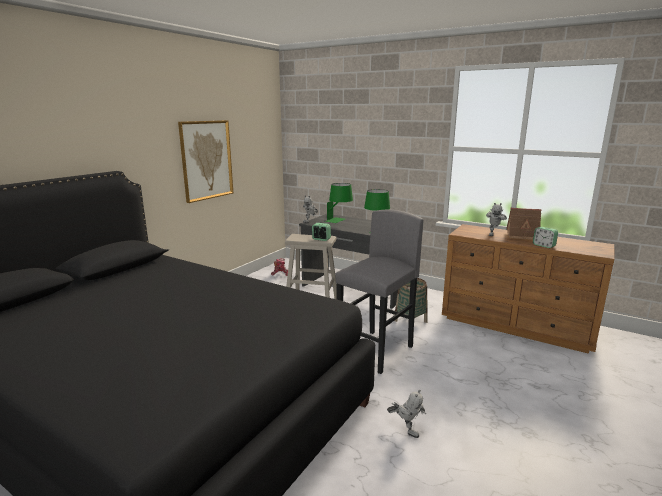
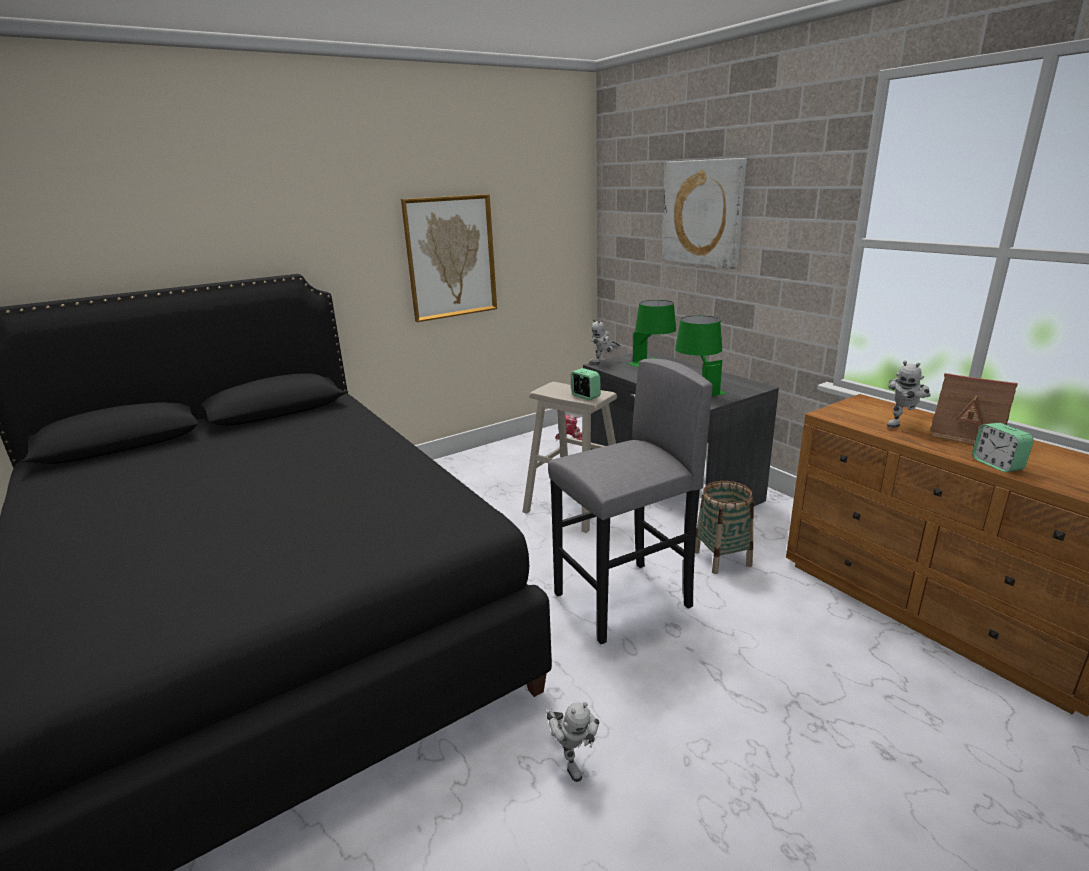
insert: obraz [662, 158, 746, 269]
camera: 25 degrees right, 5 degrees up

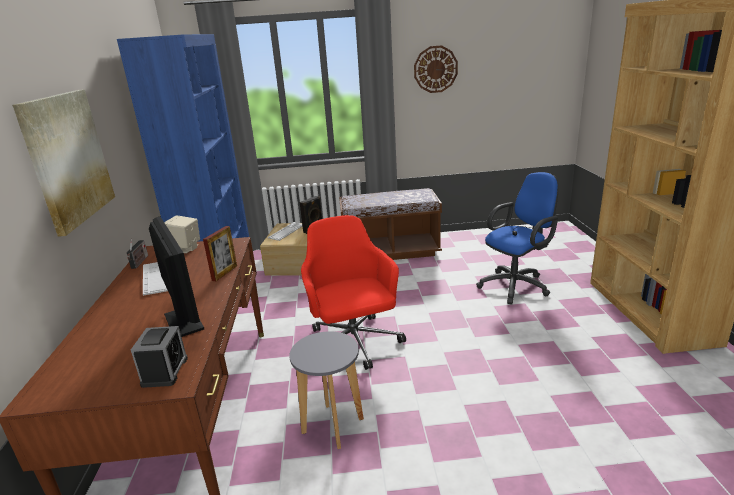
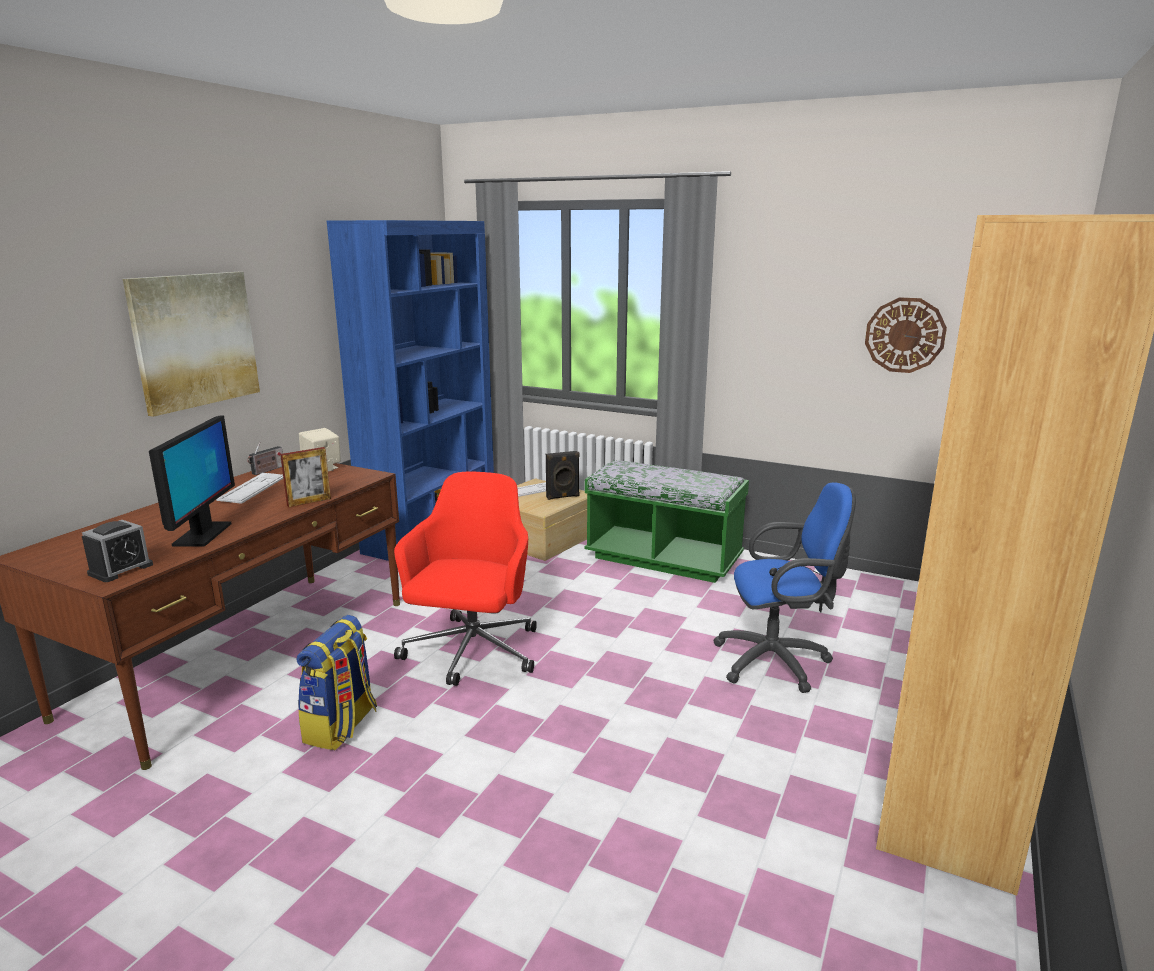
move: zegar ścienny [414, 45, 458, 93] to [865, 297, 947, 373]
replace: stołek/szary [289, 331, 364, 449] to plecak [297, 615, 377, 750]
recolor: ławka/brązowy [339, 188, 442, 260] to ławka/zielony [585, 460, 749, 583]
camera: 30 degrees right, 5 degrees down

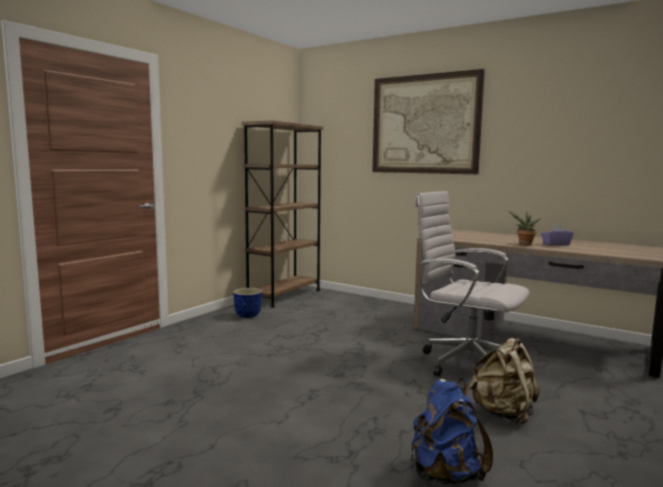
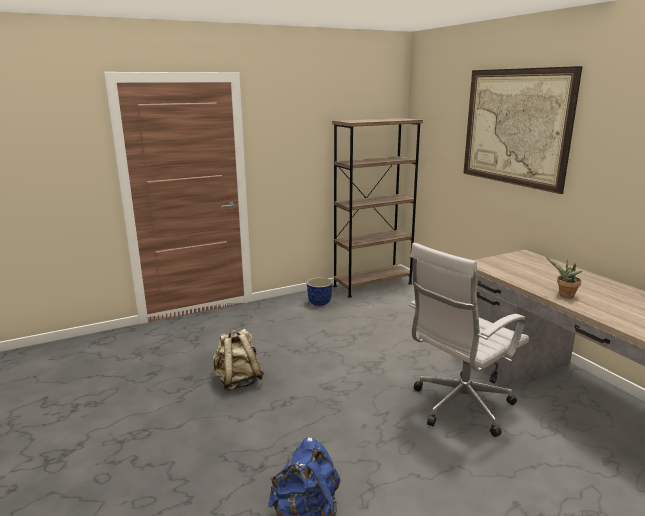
delete: pudełko chusteczek/fioletowy [541, 224, 574, 246]
move: plecak/beżowy [469, 338, 540, 425] to [212, 329, 264, 391]
rotate: krzesło biurowe/biały [415, 191, 530, 377] = [409, 243, 529, 437] 105 degrees counterclockwise
camera: 30 degrees right, 10 degrees up

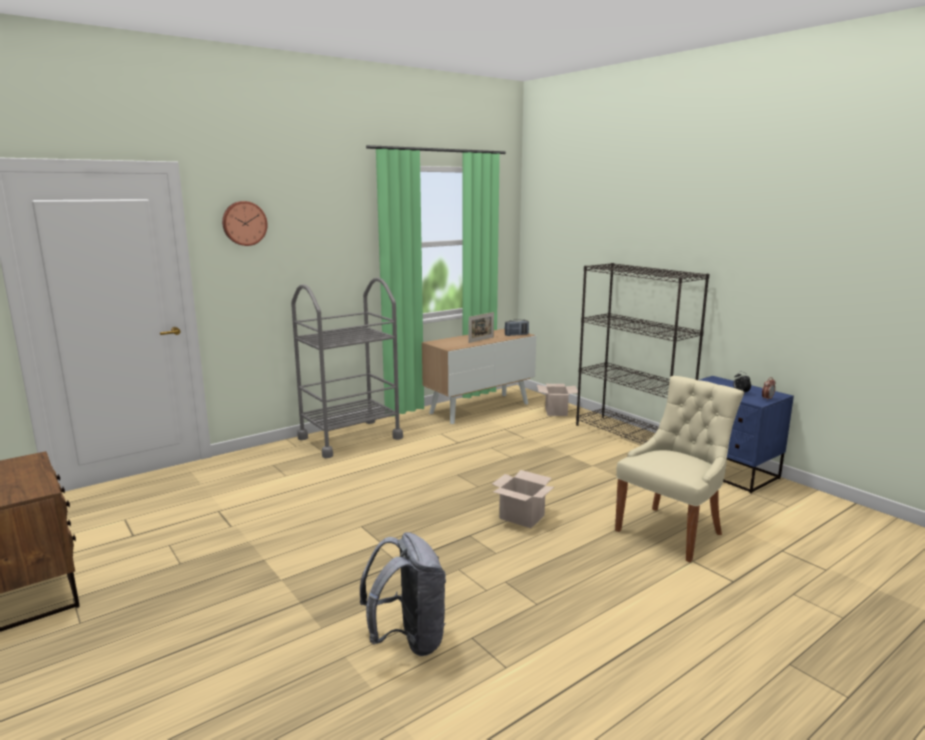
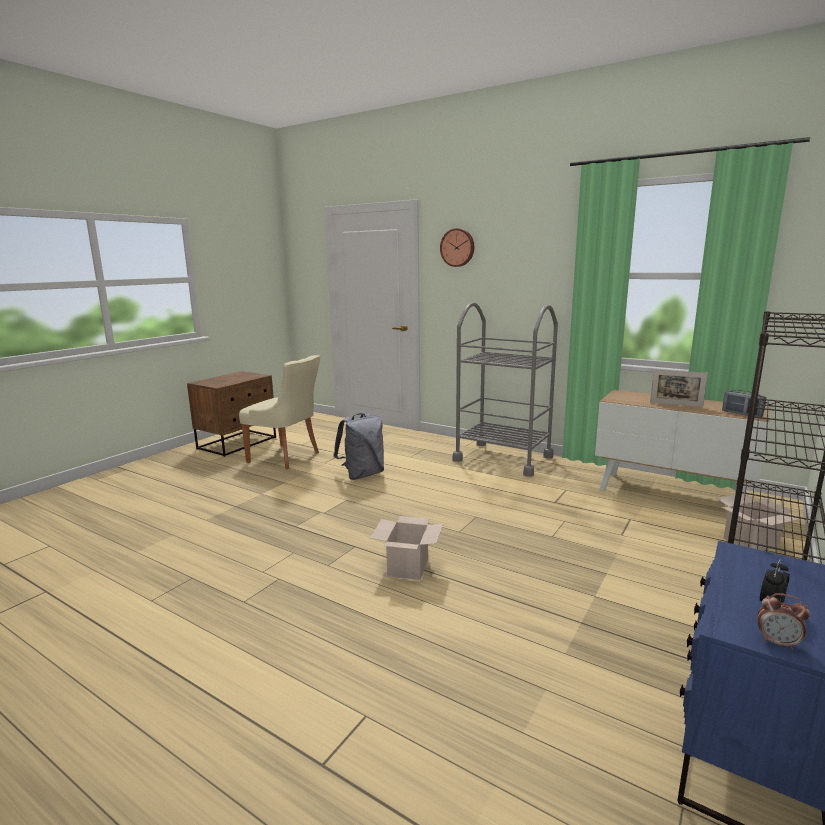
move: krzesło/beżowy [615, 376, 744, 562] to [239, 355, 320, 469]; plecak/szary [360, 532, 446, 656] to [333, 413, 384, 480]
camera: 70 degrees right, 0 degrees up

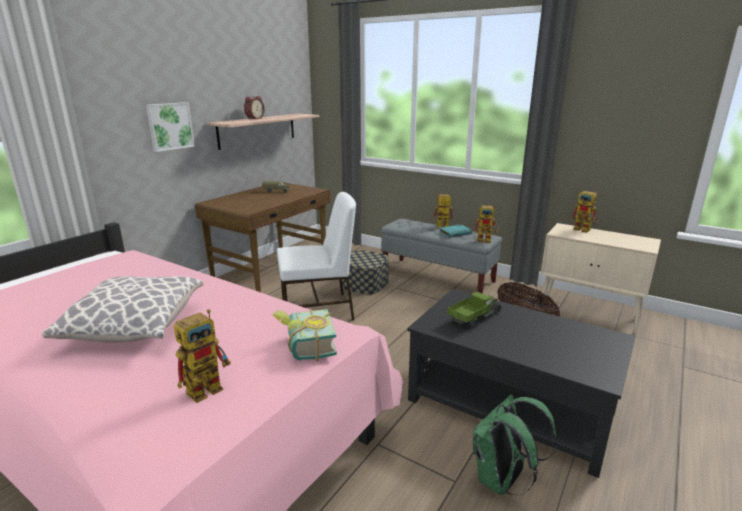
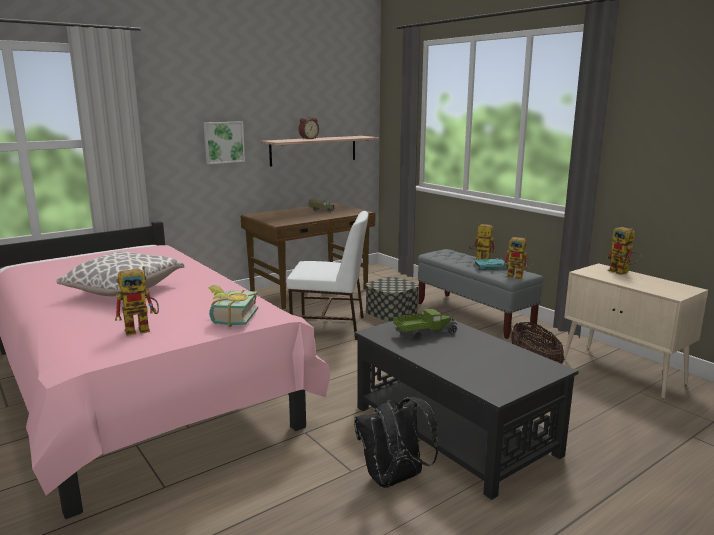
recolor: plecak/zielony [473, 394, 557, 495] to plecak/czarny [354, 397, 438, 488]
camera: 20 degrees right, 5 degrees down

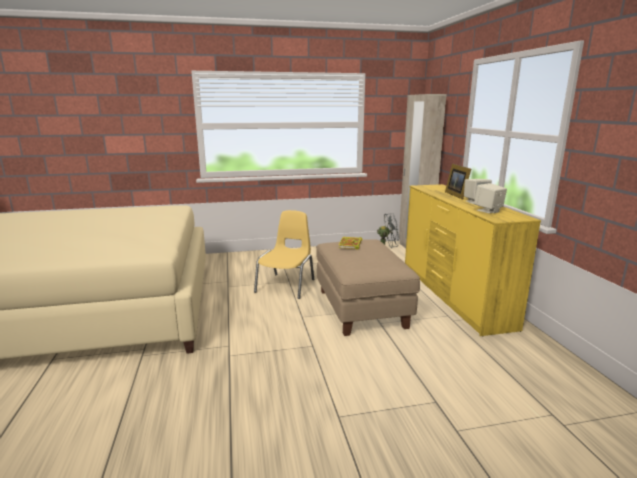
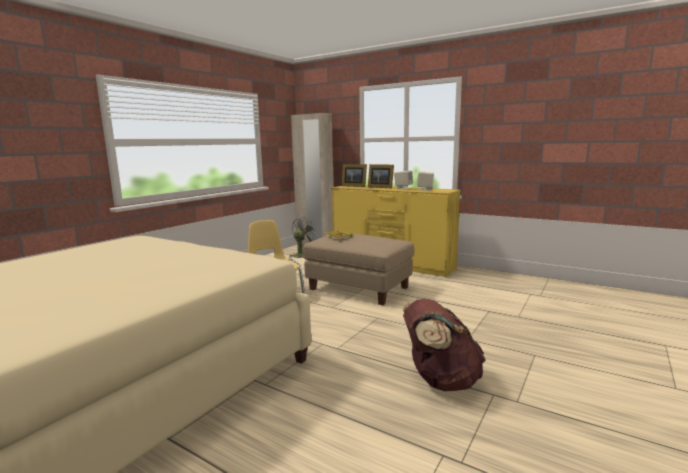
insert: ramka na zdjęcie [342, 164, 367, 187]; plecak/brązowy [403, 299, 486, 391]
camera: 45 degrees left, 5 degrees down

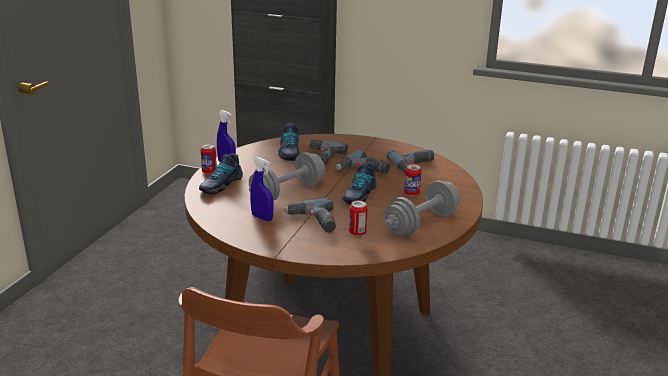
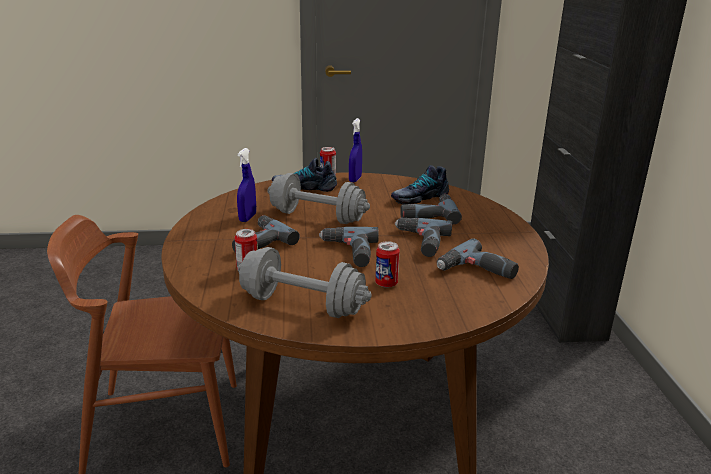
replace: but [342, 162, 377, 205] to wiertarka [319, 227, 379, 267]
camera: 65 degrees right, 0 degrees up

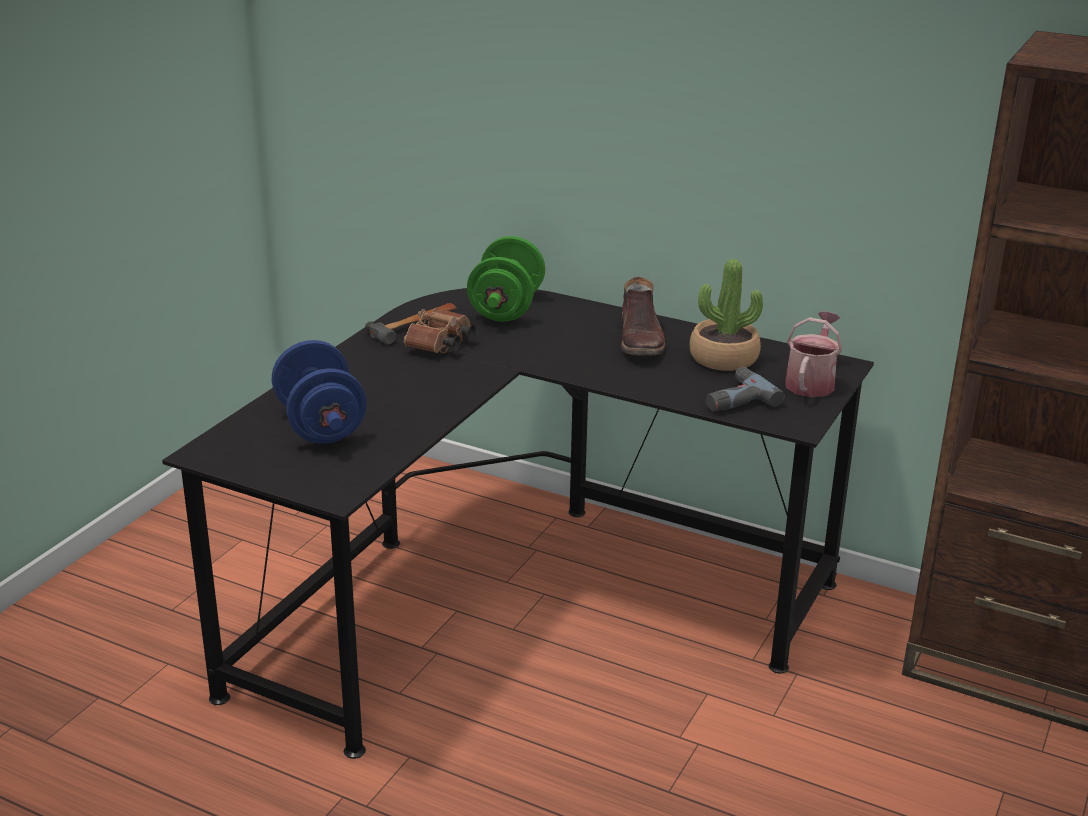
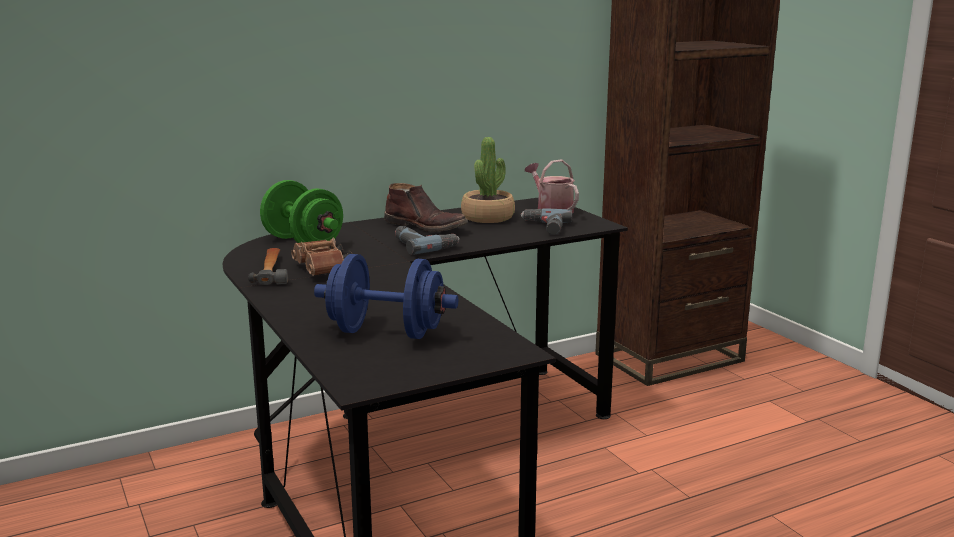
insert: wiertarka [395, 226, 460, 255]
camera: 55 degrees left, 10 degrees down

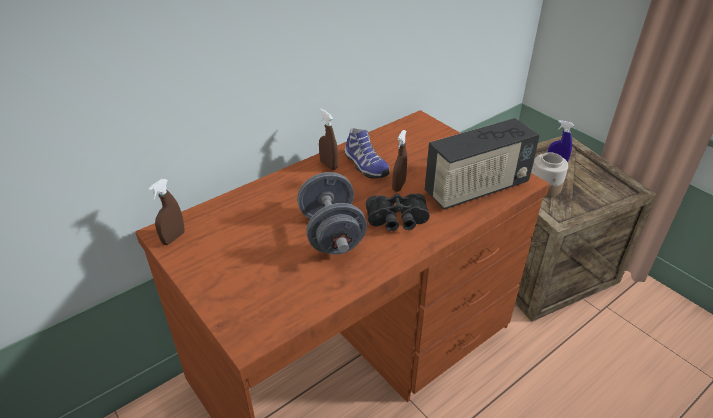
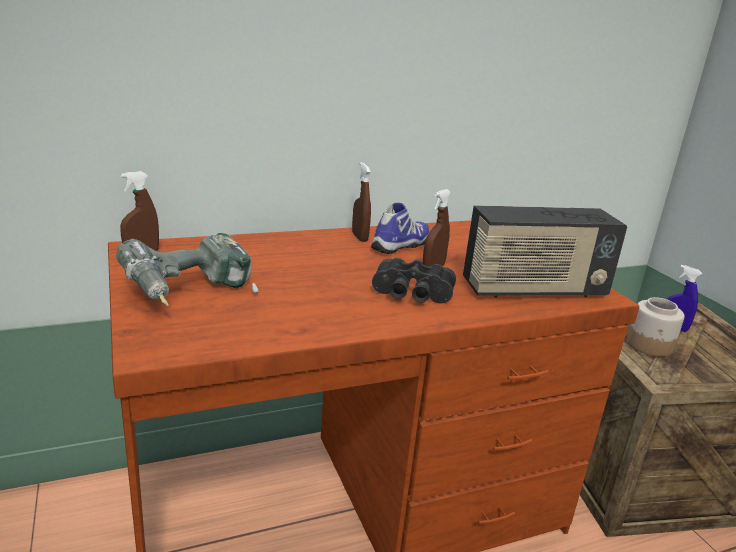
delete: hantel/szary [297, 172, 367, 254]
insert: wiertarka [116, 233, 259, 306]
rotate: but [345, 128, 390, 179] = [371, 203, 429, 254] 120 degrees counterclockwise
camera: 15 degrees right, 15 degrees down

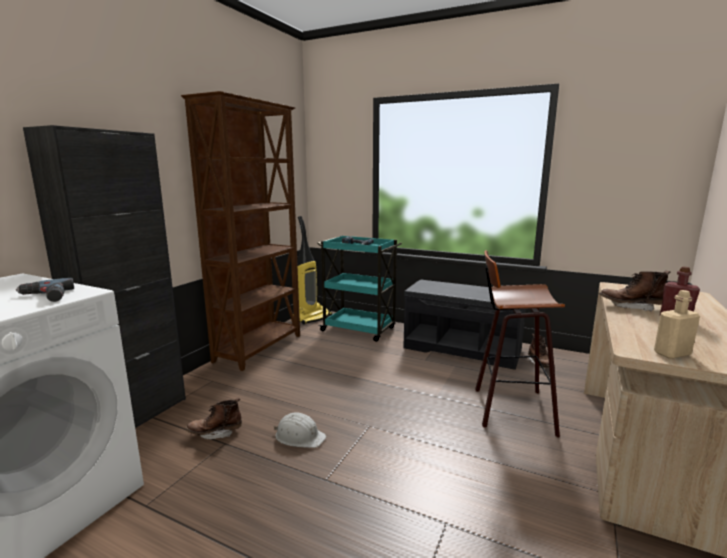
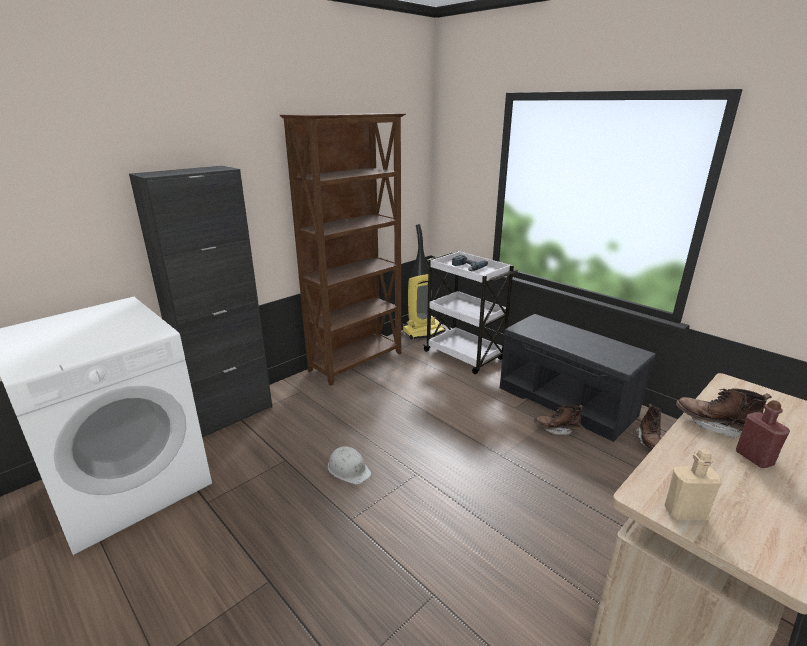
delete: wiertarka [16, 278, 74, 302]; stołek [475, 250, 565, 437]
move: but z cholewką/brązowy [186, 398, 242, 439] to [534, 404, 584, 435]
recolor: wózek/turkusowy [317, 236, 402, 342] to wózek/biały [422, 251, 518, 374]
camera: 20 degrees right, 10 degrees up

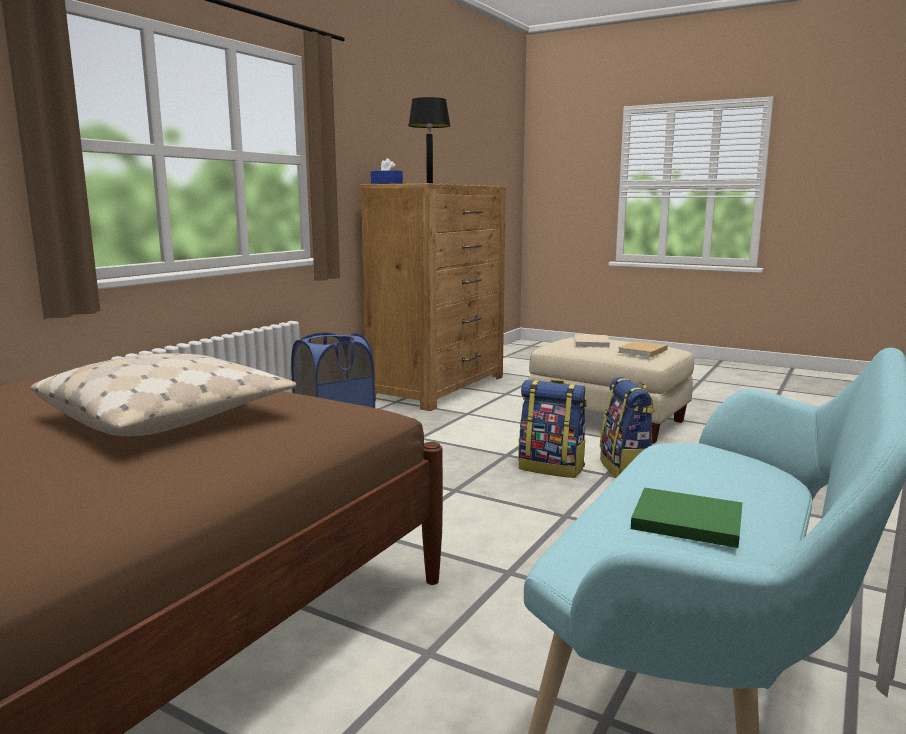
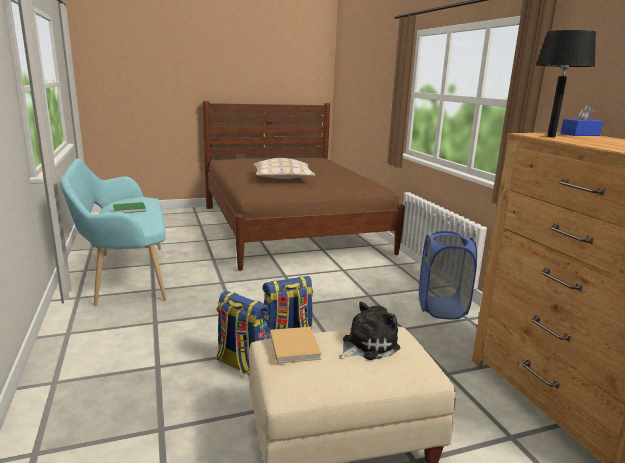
replace: książka/beżowy [574, 334, 610, 348] to pluszak [339, 302, 400, 360]
camera: 130 degrees right, 5 degrees up

